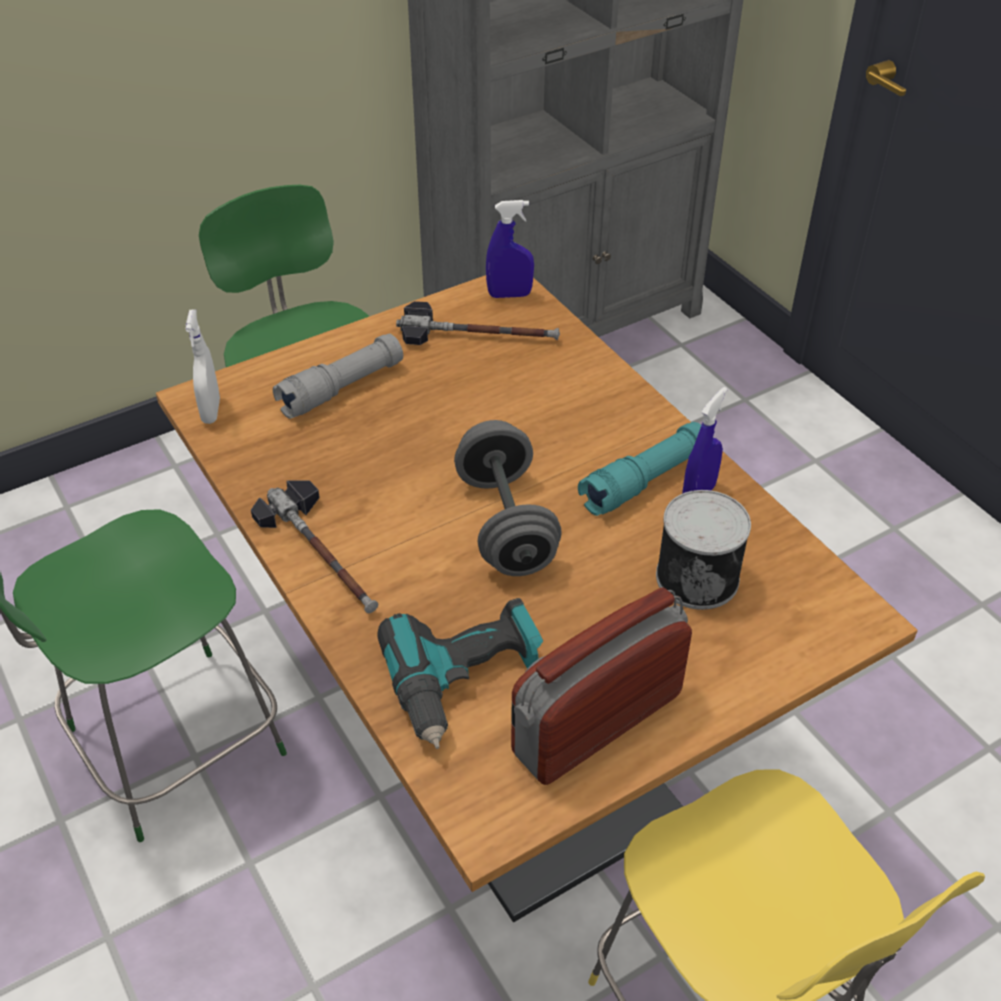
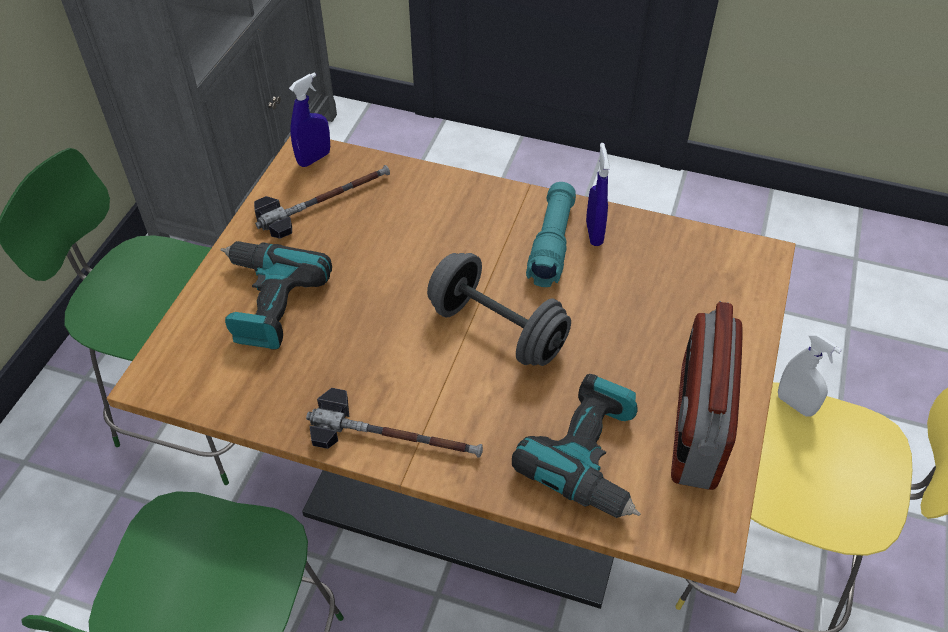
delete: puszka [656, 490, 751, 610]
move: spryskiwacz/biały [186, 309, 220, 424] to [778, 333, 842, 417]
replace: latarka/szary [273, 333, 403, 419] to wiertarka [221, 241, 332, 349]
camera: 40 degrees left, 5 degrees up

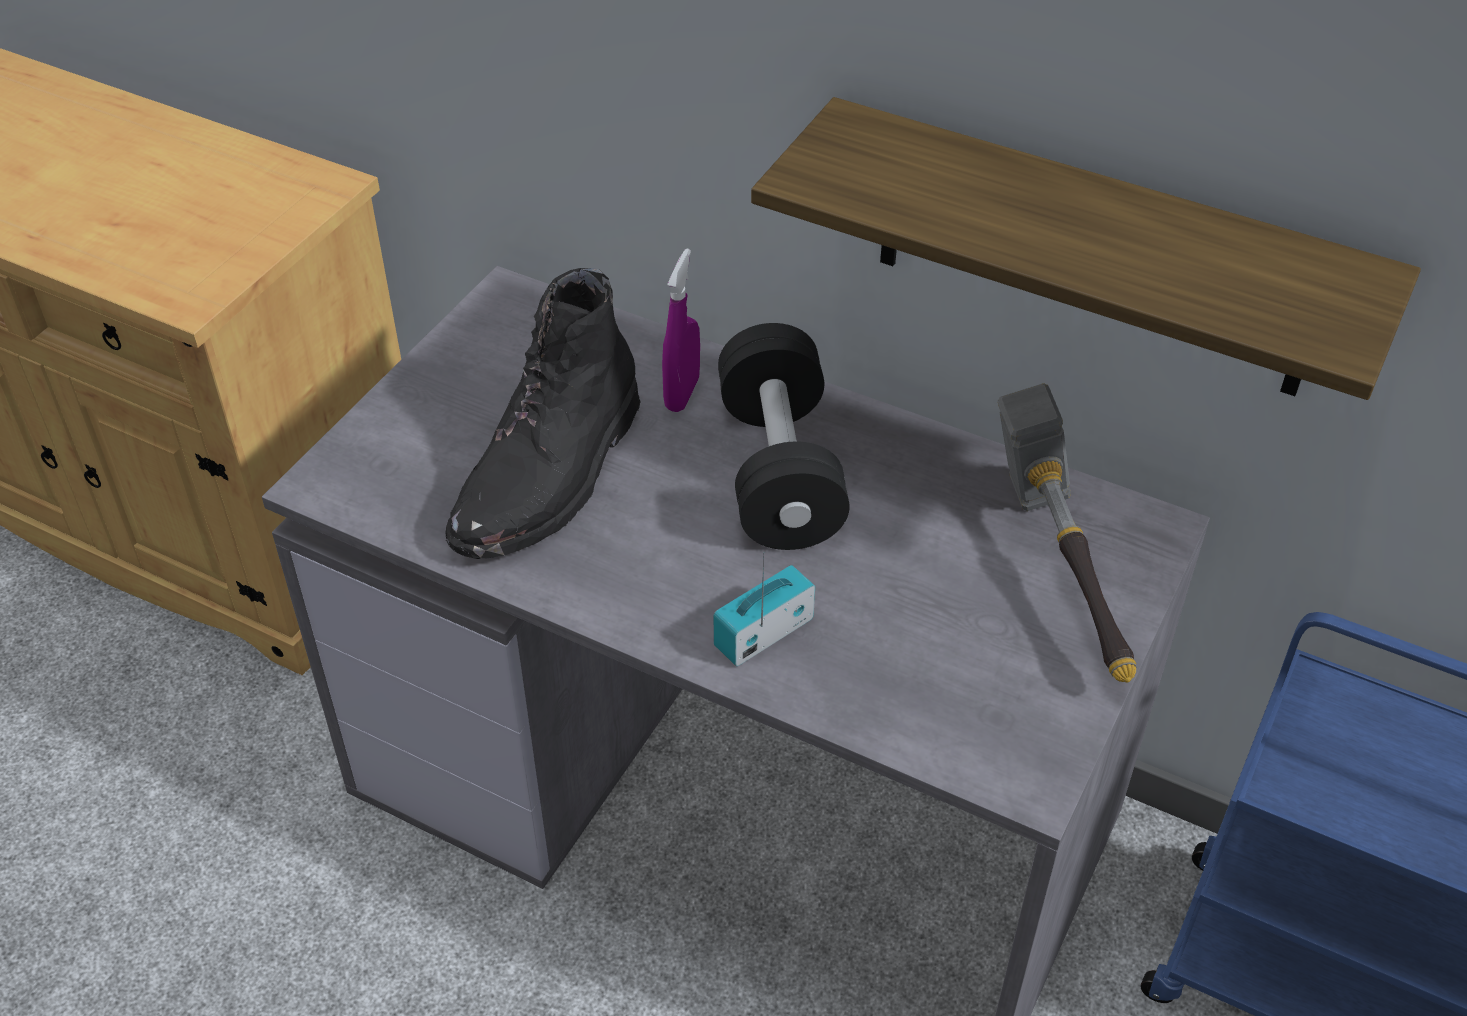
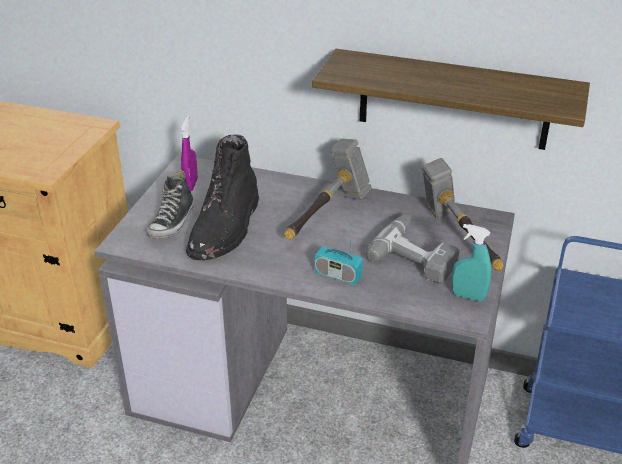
insert: but [147, 170, 194, 239]; wiertarka [366, 213, 460, 284]; spryskiwacz/turkusowy [451, 224, 492, 302]
move: spryskiwacz/fioletowy [662, 248, 700, 412] to [181, 116, 198, 191]
replace: hantel/czarny [718, 323, 850, 550] to młotek [284, 139, 372, 239]
rotate: radio [714, 552, 815, 666] = [315, 226, 363, 285] 105 degrees counterclockwise
camera: 10 degrees left, 10 degrees down

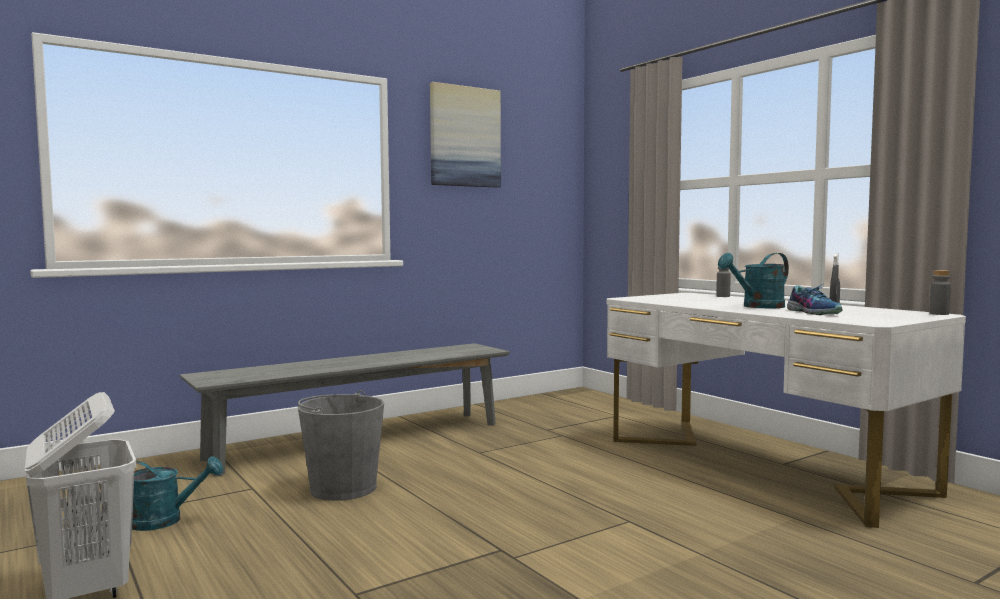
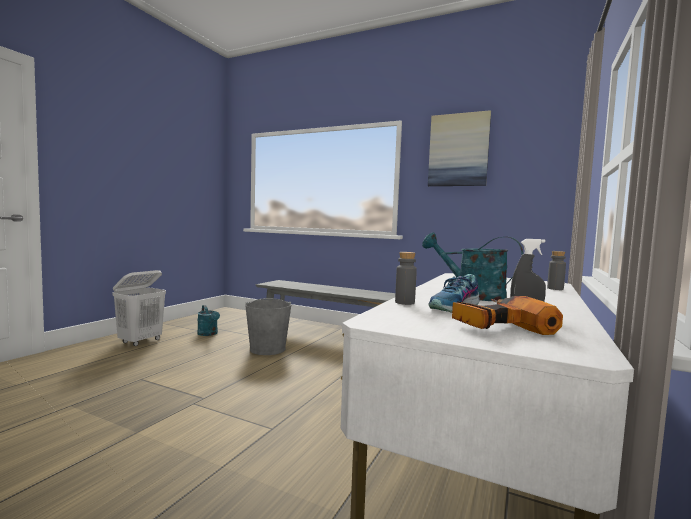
insert: wiertarka [452, 296, 563, 335]
move: butelka/szary [930, 270, 951, 315] to [395, 252, 417, 305]
camera: 60 degrees right, 0 degrees up

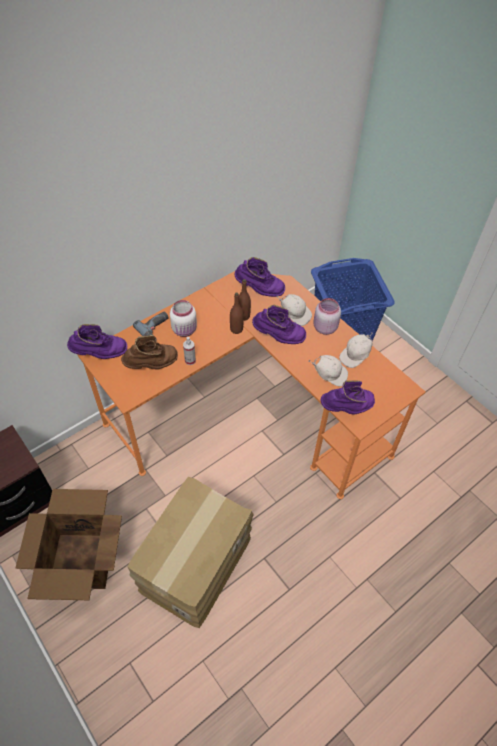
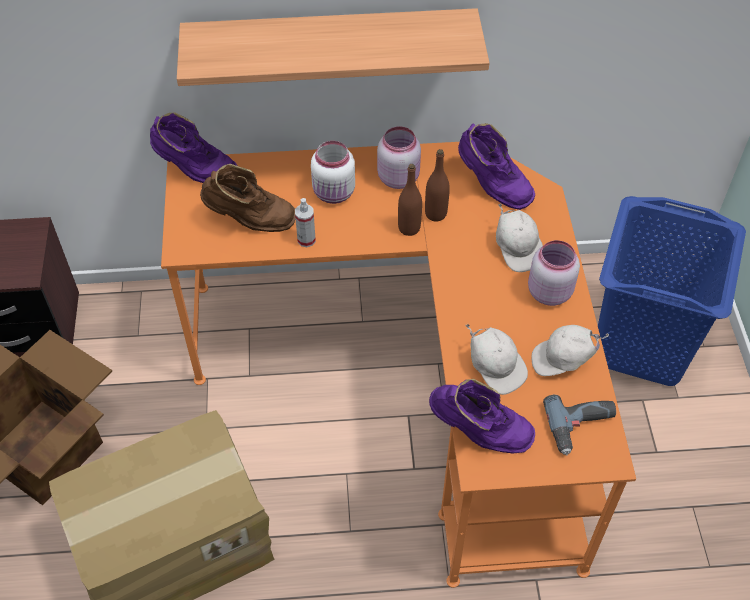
delete: but z cholewką/fioletowy [252, 305, 306, 344]
insert: półka [177, 8, 489, 86]; słoik/różowy [377, 126, 421, 189]
move: wiertarka [133, 312, 169, 340] to [543, 395, 616, 455]
camera: 35 degrees right, 0 degrees up

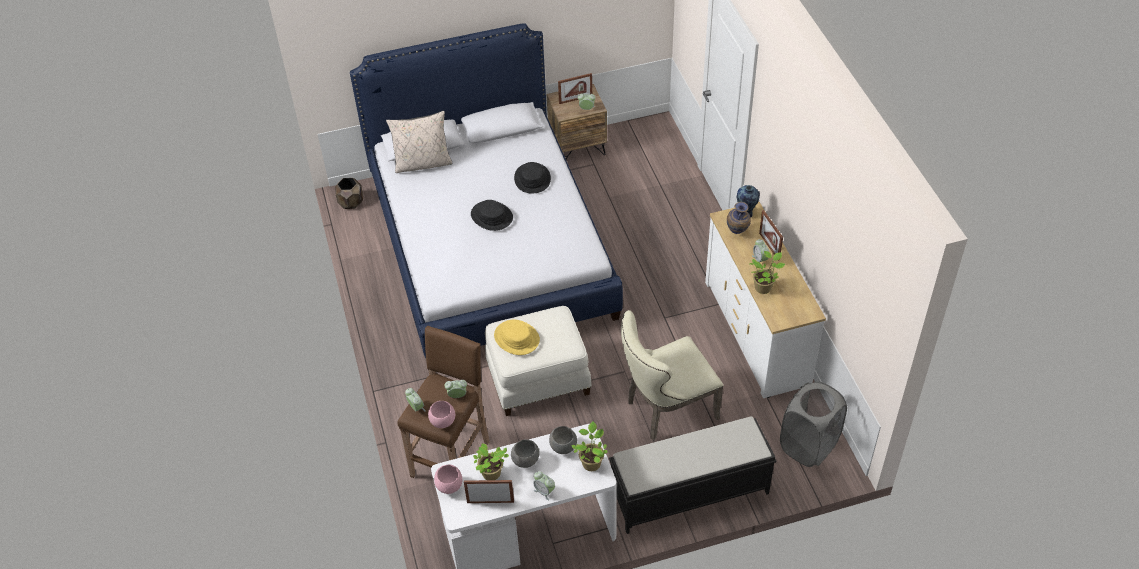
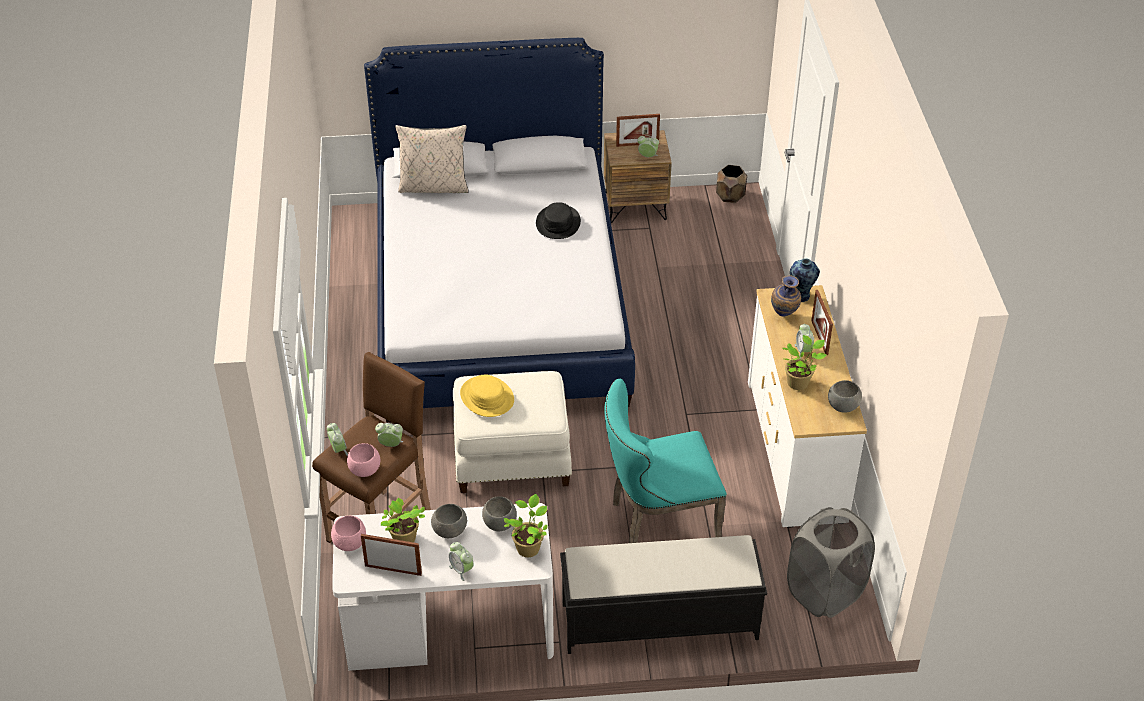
delete: kapelusz/czarny [471, 200, 513, 231]
insert: miska/szary [828, 380, 862, 412]
move: donica/brązowy [335, 178, 363, 209] to [716, 165, 747, 203]
recolor: krzesło/beżowy [621, 310, 724, 440] to krzesło/turkusowy [604, 379, 727, 543]
camera: 10 degrees right, 5 degrees down

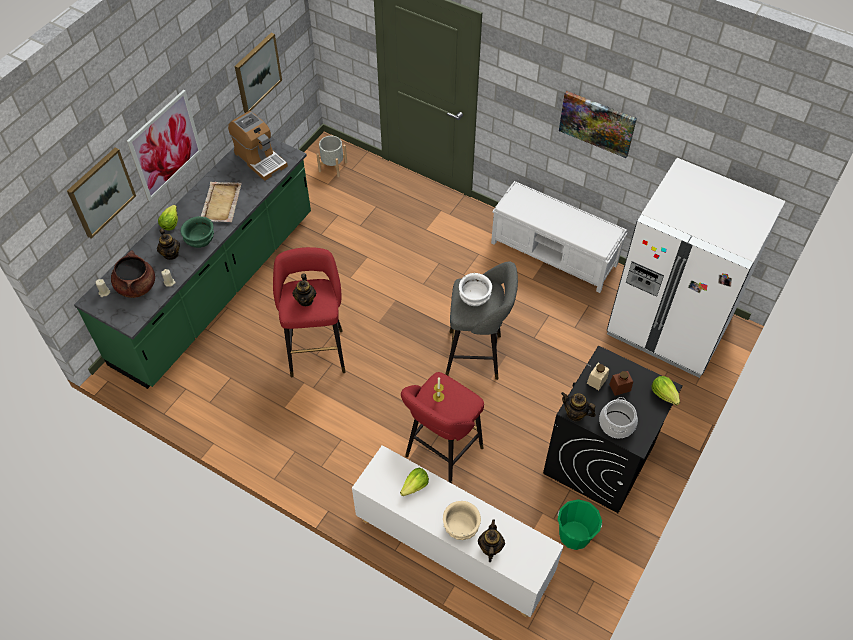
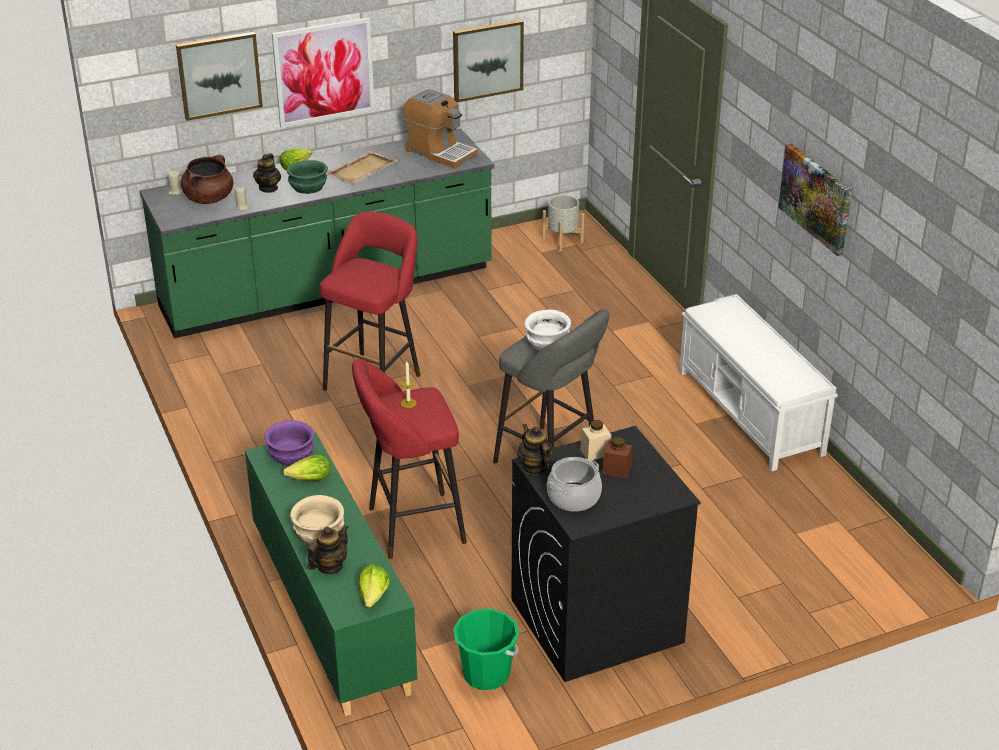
delete: imbryk [292, 274, 316, 306]; lodówka/biały [607, 158, 786, 378]
insert: miska/fioletowy [264, 420, 314, 466]
move: sałata [651, 376, 680, 405] to [359, 564, 390, 607]
recolor: szafka/biały [352, 445, 564, 618] to szafka/zielony [245, 432, 418, 716]
rotate: ekspres do kawy [228, 111, 288, 181] = [403, 89, 478, 169] 45 degrees counterclockwise
camera: 35 degrees right, 20 degrees down

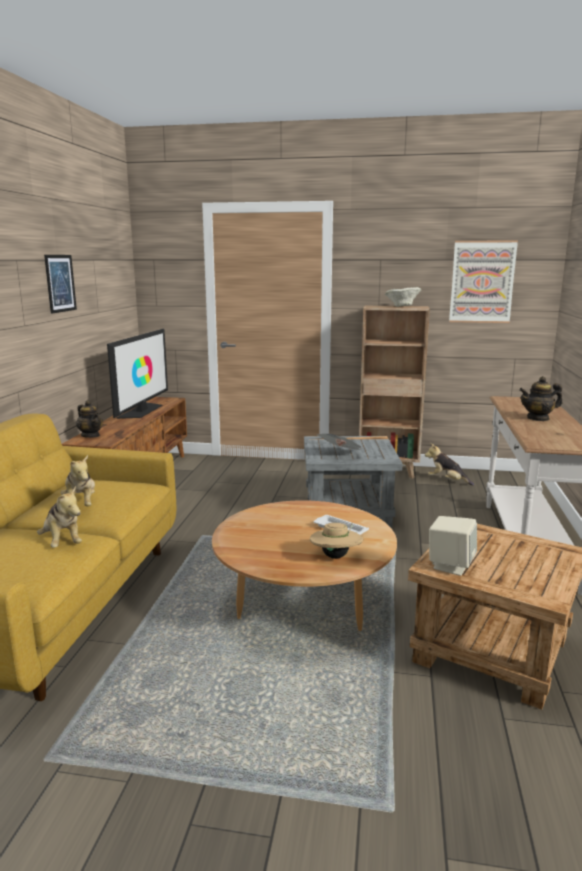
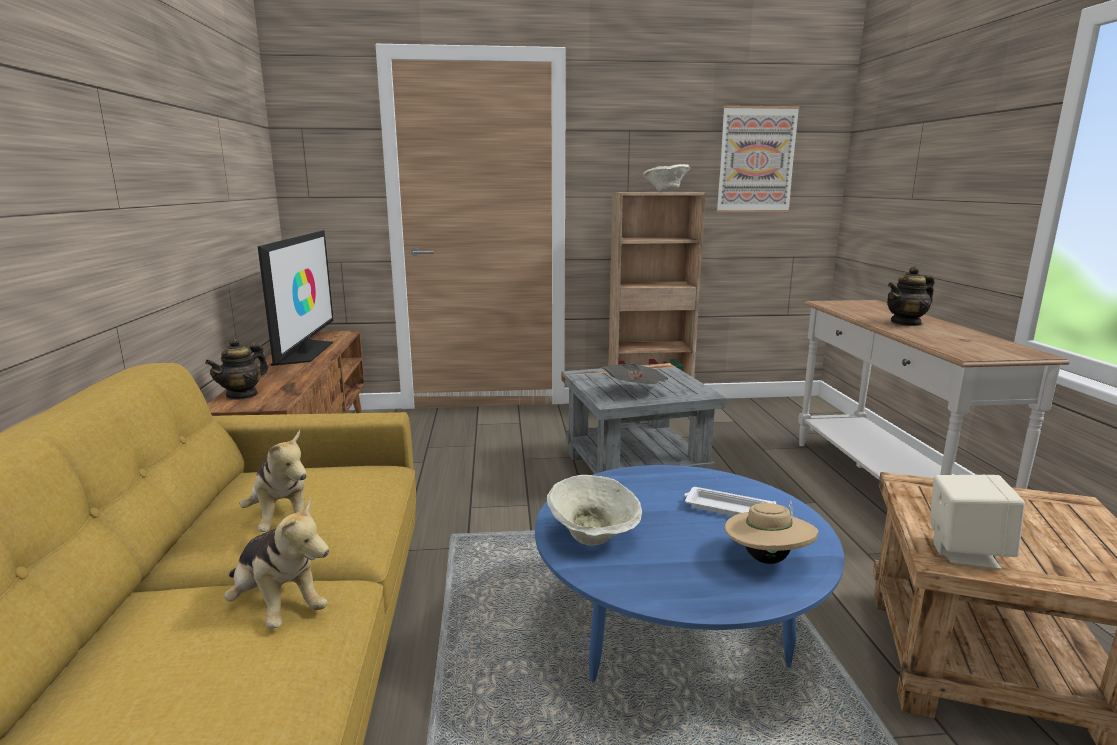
delete: obraz [44, 255, 77, 314]; pluszak [425, 443, 474, 486]
insert: miska/beżowy [547, 475, 642, 546]
recolor: ława/brązowy [212, 500, 397, 631] to ława/niebieski [535, 465, 844, 682]
rotate: imbryk [76, 401, 103, 438] = [205, 338, 268, 400] 90 degrees clockwise
camera: 15 degrees left, 0 degrees up

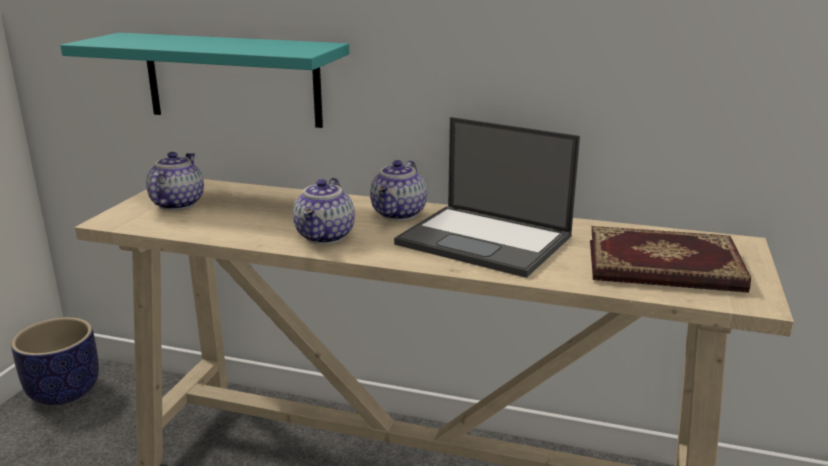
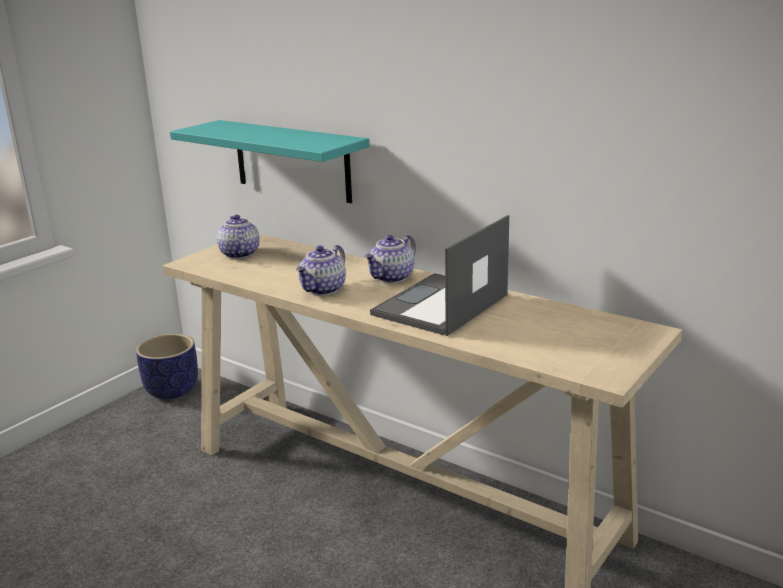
delete: książka [590, 226, 751, 293]
rotate: imbryk [146, 152, 204, 210] = [217, 215, 260, 259] 45 degrees counterclockwise; laptop [394, 117, 580, 278] = [370, 215, 509, 336] 75 degrees clockwise
camera: 20 degrees right, 0 degrees up

